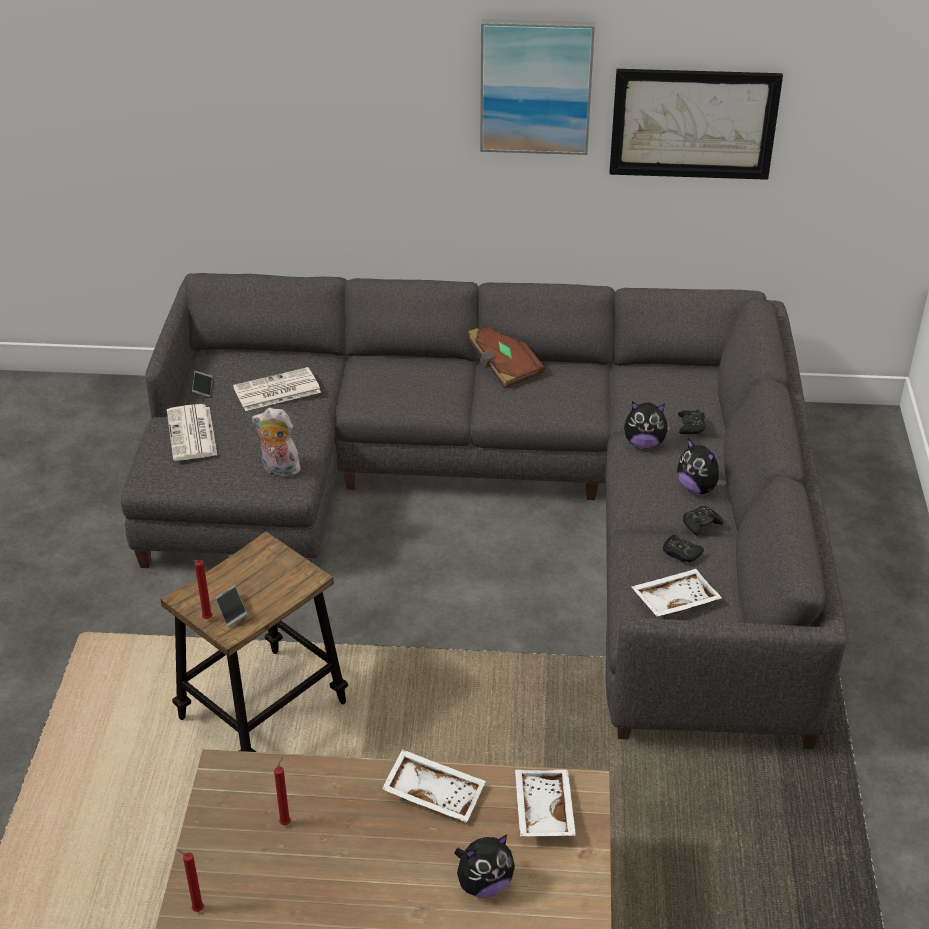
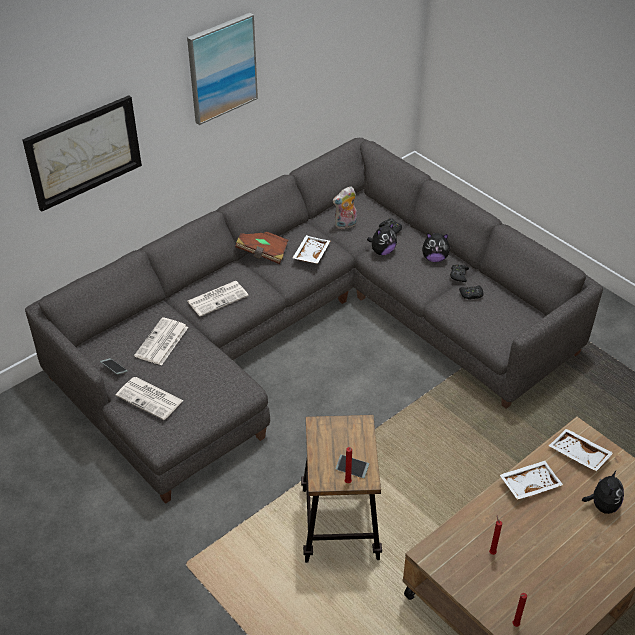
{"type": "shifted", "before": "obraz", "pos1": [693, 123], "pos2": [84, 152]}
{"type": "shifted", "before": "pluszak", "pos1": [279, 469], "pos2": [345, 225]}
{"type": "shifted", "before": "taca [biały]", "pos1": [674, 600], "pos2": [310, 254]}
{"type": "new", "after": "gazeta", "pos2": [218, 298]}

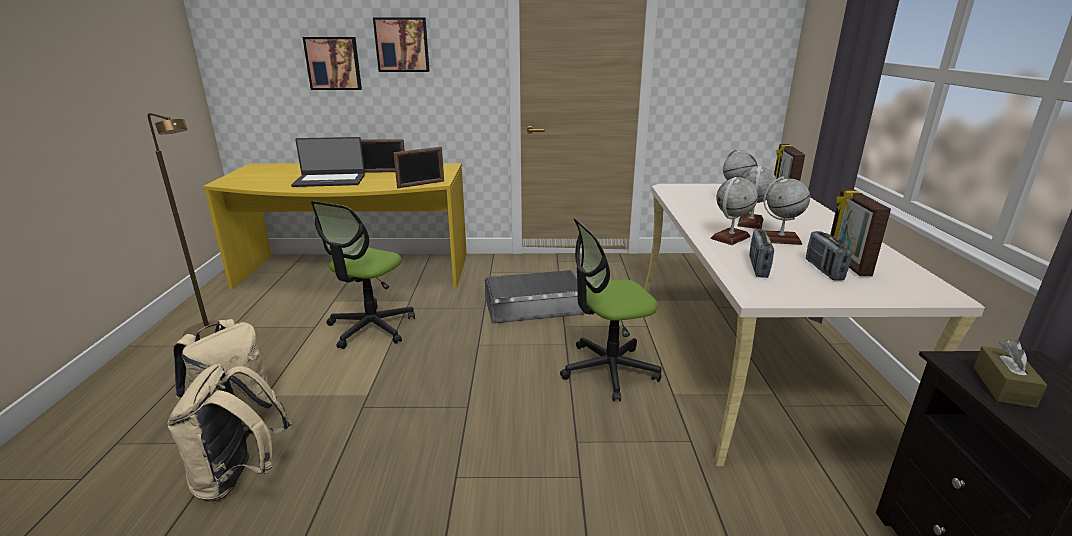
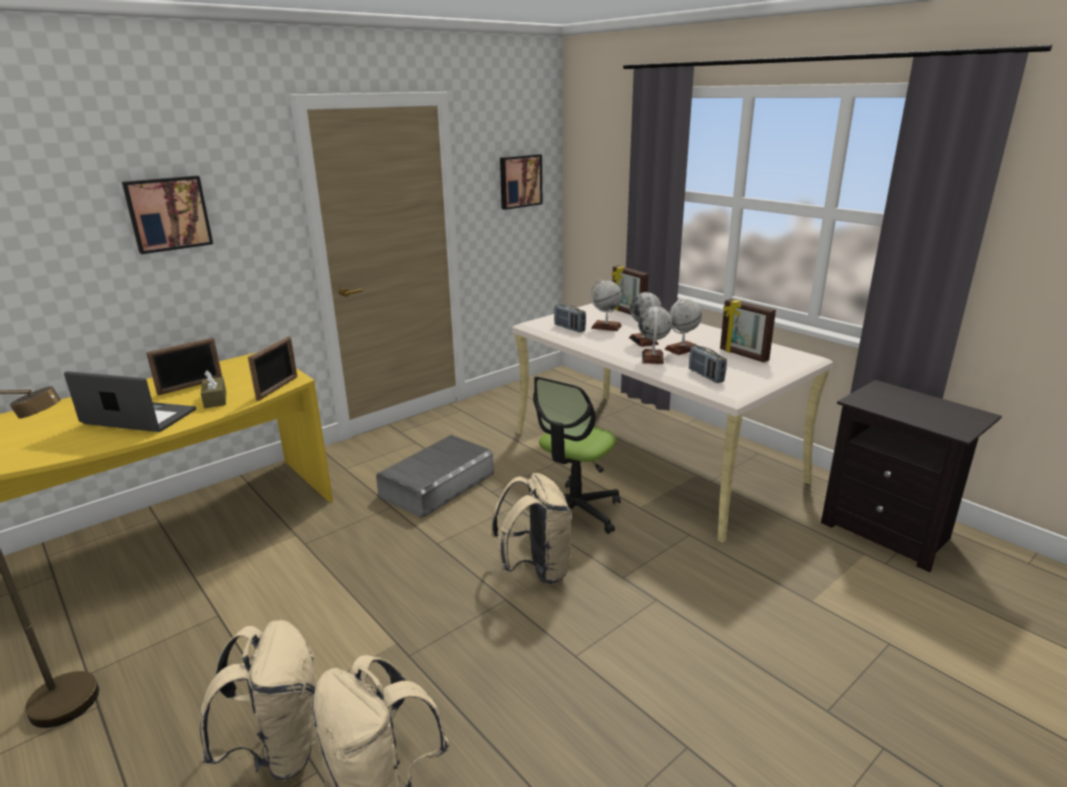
{"type": "shifted", "before": "obraz", "pos1": [333, 63], "pos2": [519, 181]}
{"type": "rotated", "before": "laptop", "pos1": [330, 180], "pos2": [138, 418], "turn": -120}
{"type": "gone", "before": "krzesło biurowe", "pos1": [371, 328]}
{"type": "shifted", "before": "radio", "pos1": [823, 270], "pos2": [569, 328]}
{"type": "shifted", "before": "pudełko chusteczek [brązowy]", "pos1": [1003, 386], "pos2": [215, 399]}
{"type": "new", "after": "plecak [beżowy]", "pos2": [536, 570]}

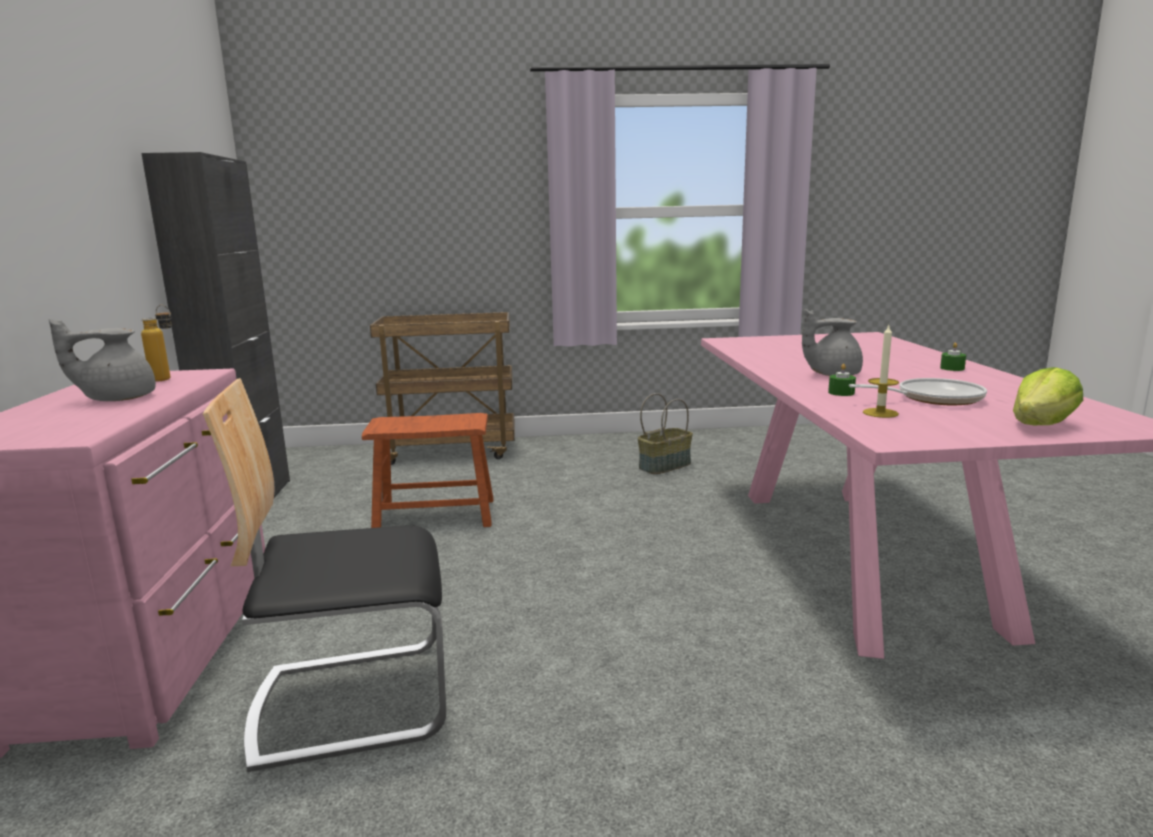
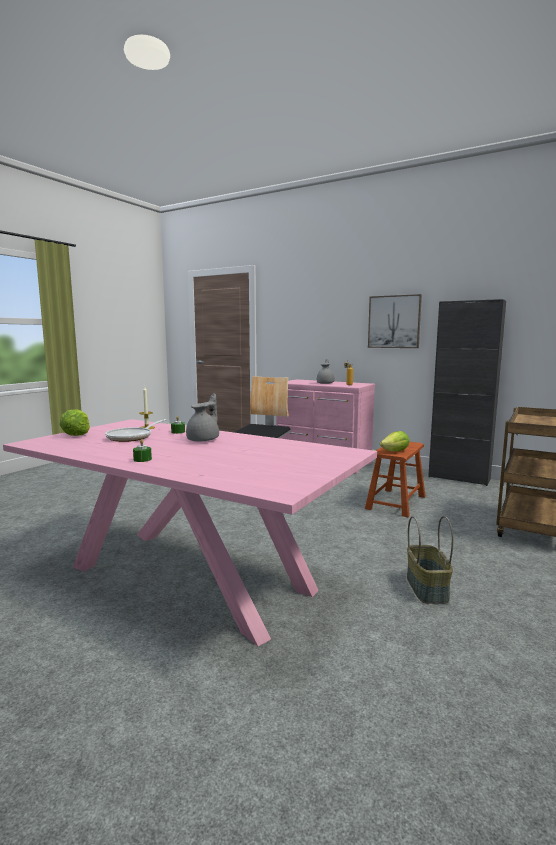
{"type": "new", "after": "obraz", "pos2": [394, 322]}
{"type": "new", "after": "sałata", "pos2": [395, 451]}

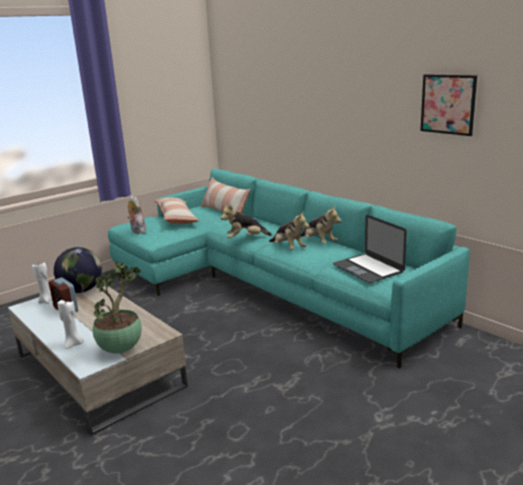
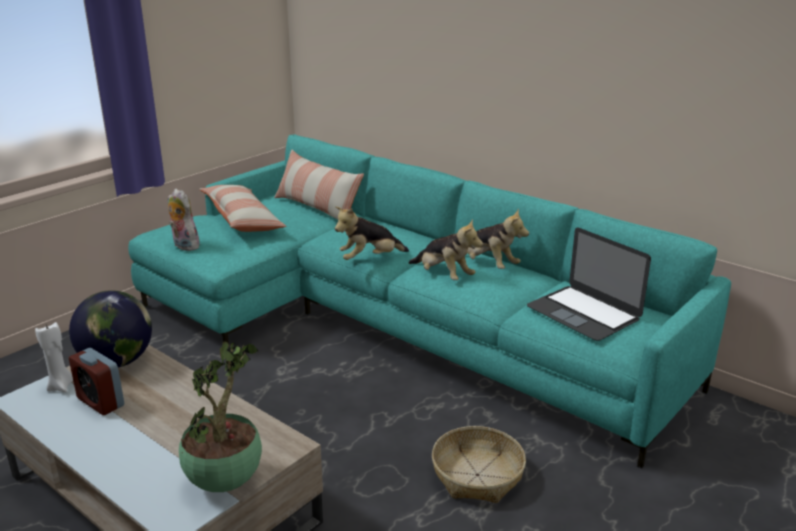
{"type": "gone", "before": "obraz", "pos1": [448, 104]}
{"type": "gone", "before": "świeca [biały]", "pos1": [74, 344]}
{"type": "new", "after": "koszyk", "pos2": [477, 475]}

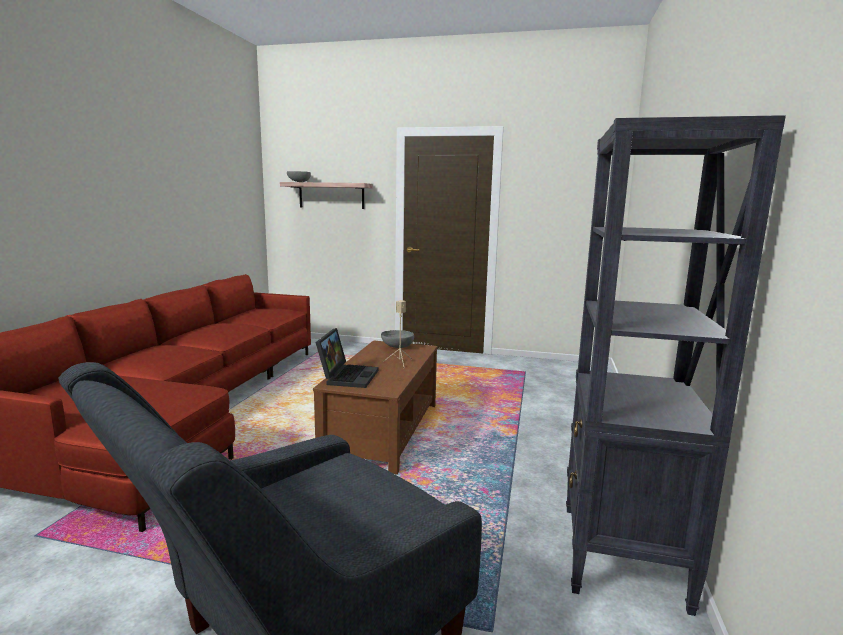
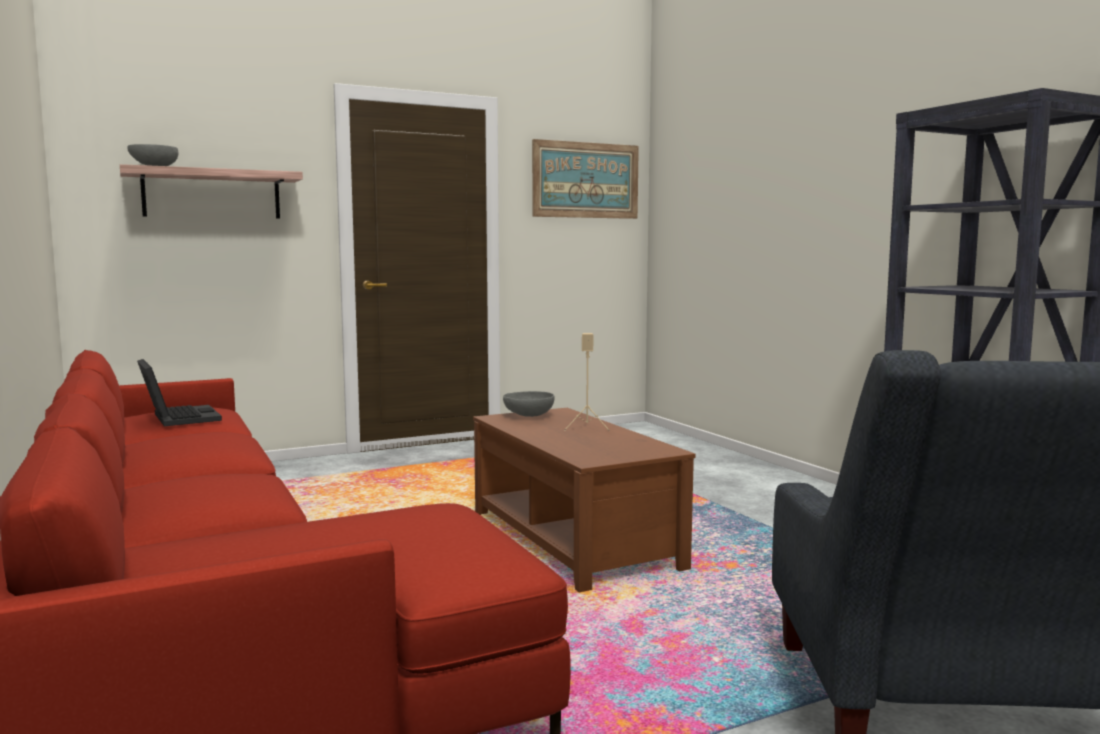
{"type": "shifted", "before": "laptop", "pos1": [347, 376], "pos2": [178, 417]}
{"type": "new", "after": "obraz", "pos2": [586, 180]}

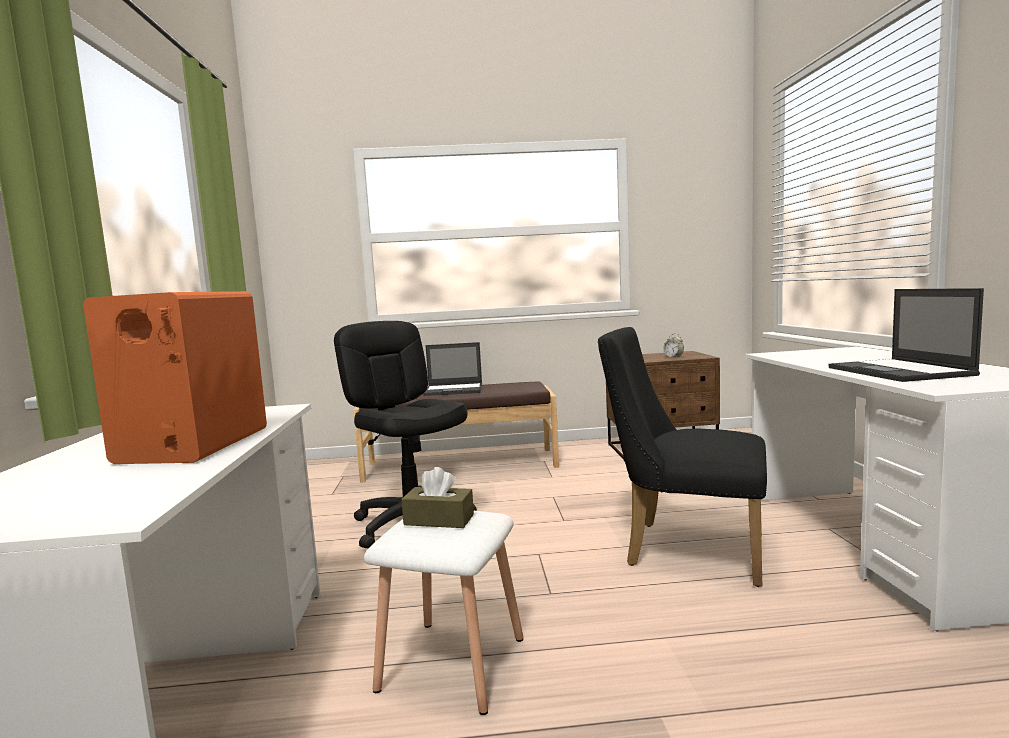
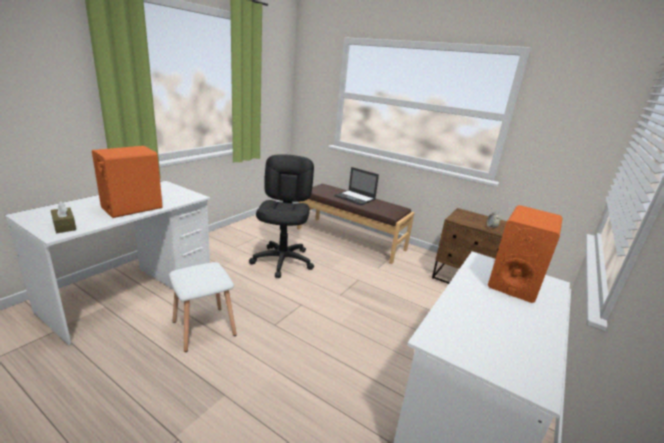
{"type": "gone", "before": "laptop", "pos1": [900, 371]}
{"type": "gone", "before": "krzesło [czarny]", "pos1": [684, 549]}
{"type": "shifted", "before": "pudełko chusteczek [brązowy]", "pos1": [439, 520], "pos2": [64, 226]}
{"type": "new", "after": "głośnik [pomarańczowy]", "pos2": [514, 282]}

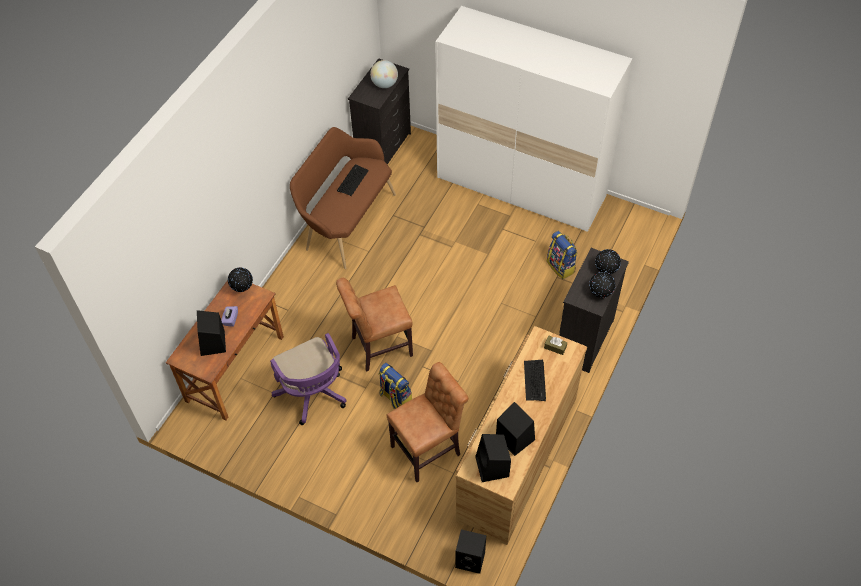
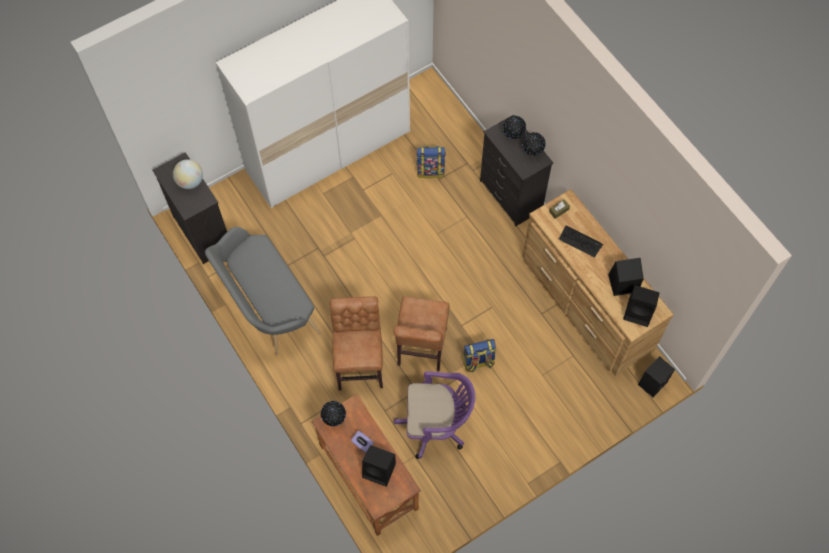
{"type": "repainted", "before": "ławka [brązowy]", "after": "ławka [szary]", "pos1": [346, 221], "pos2": [267, 306]}
{"type": "gone", "before": "klawiatura", "pos1": [352, 180]}
{"type": "shifted", "before": "krzesło [brązowy]", "pos1": [429, 449], "pos2": [360, 363]}

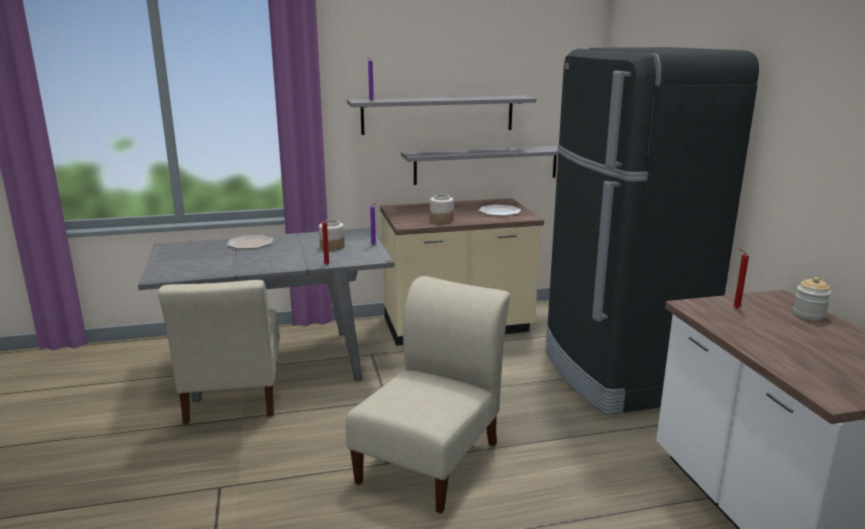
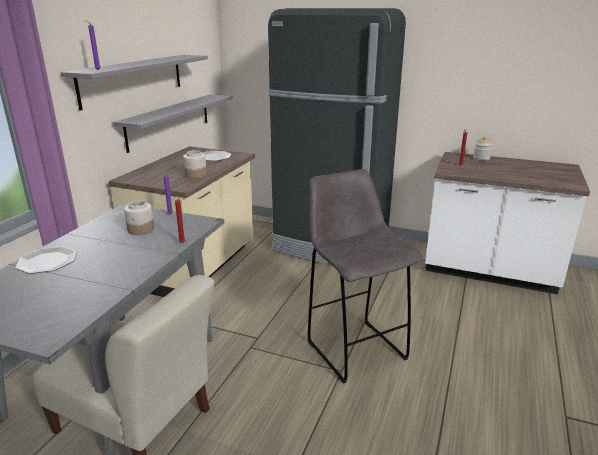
{"type": "swapped", "before": "krzesło [beżowy]", "after": "stołek [szary]", "pos1": [432, 458], "pos2": [354, 348]}

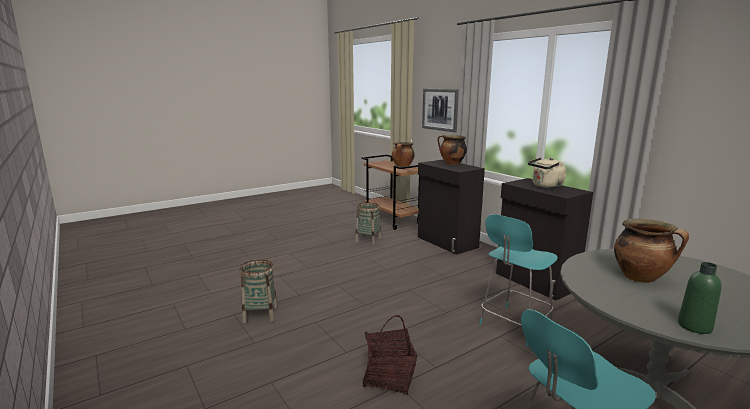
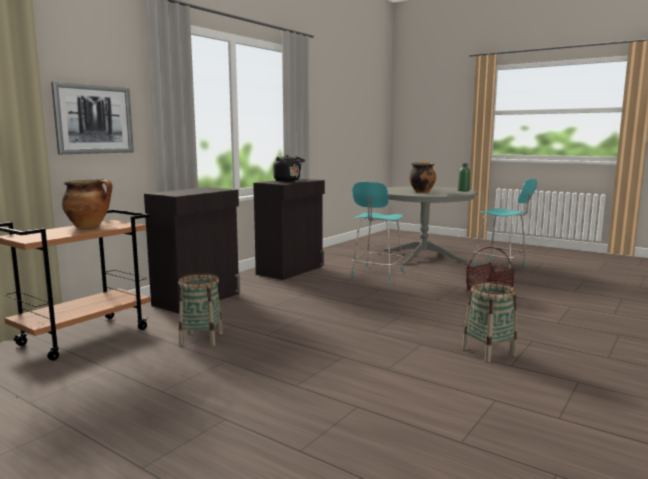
{"type": "gone", "before": "garnek", "pos1": [451, 164]}
{"type": "repainted", "before": "czajnik [beżowy]", "after": "czajnik [czarny]", "pos1": [546, 186], "pos2": [288, 181]}
{"type": "rotated", "before": "krzesło [turkusowy]", "pos1": [514, 326], "pos2": [376, 274], "turn": 90}

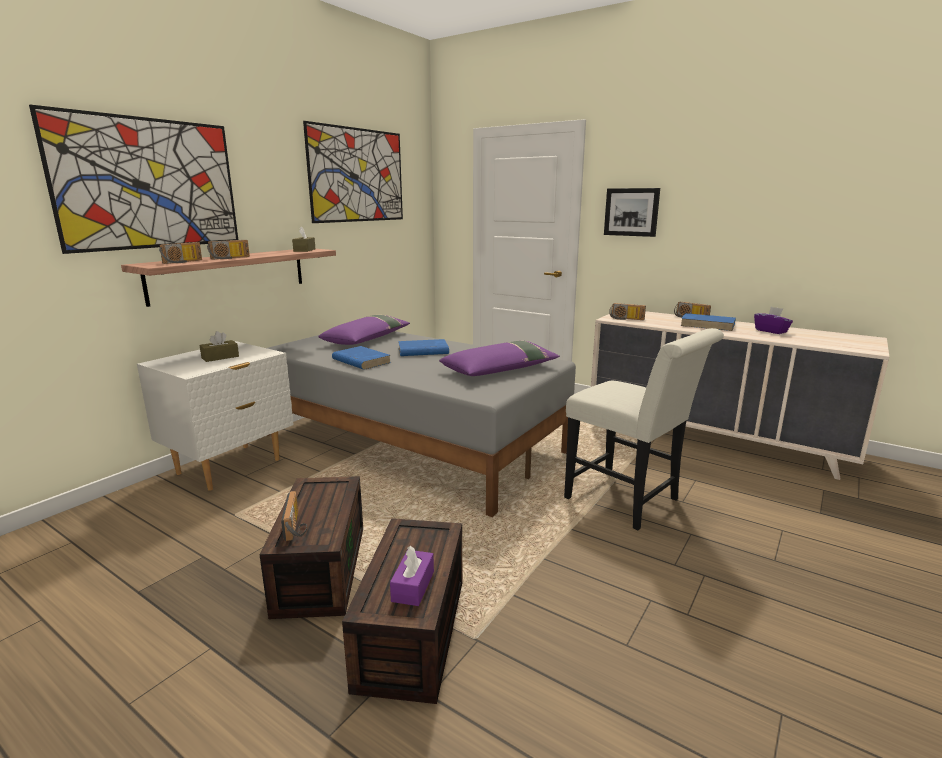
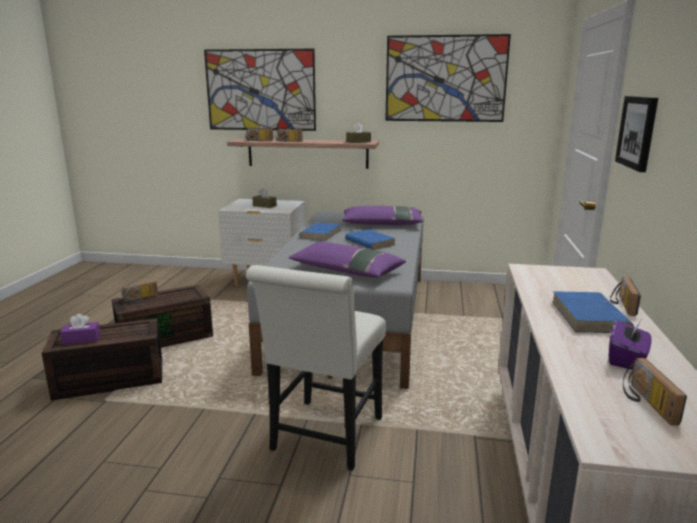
{"type": "shifted", "before": "radio", "pos1": [626, 319], "pos2": [645, 402]}

